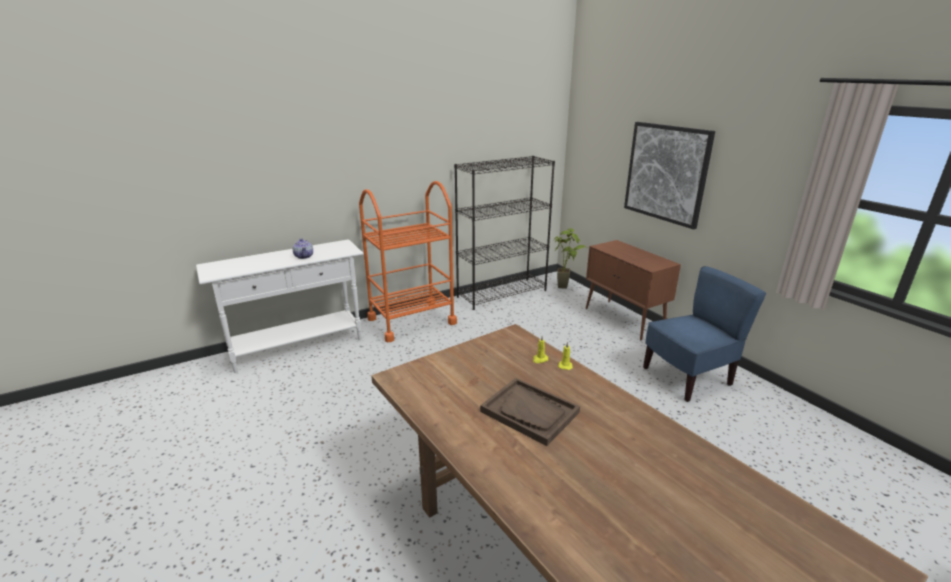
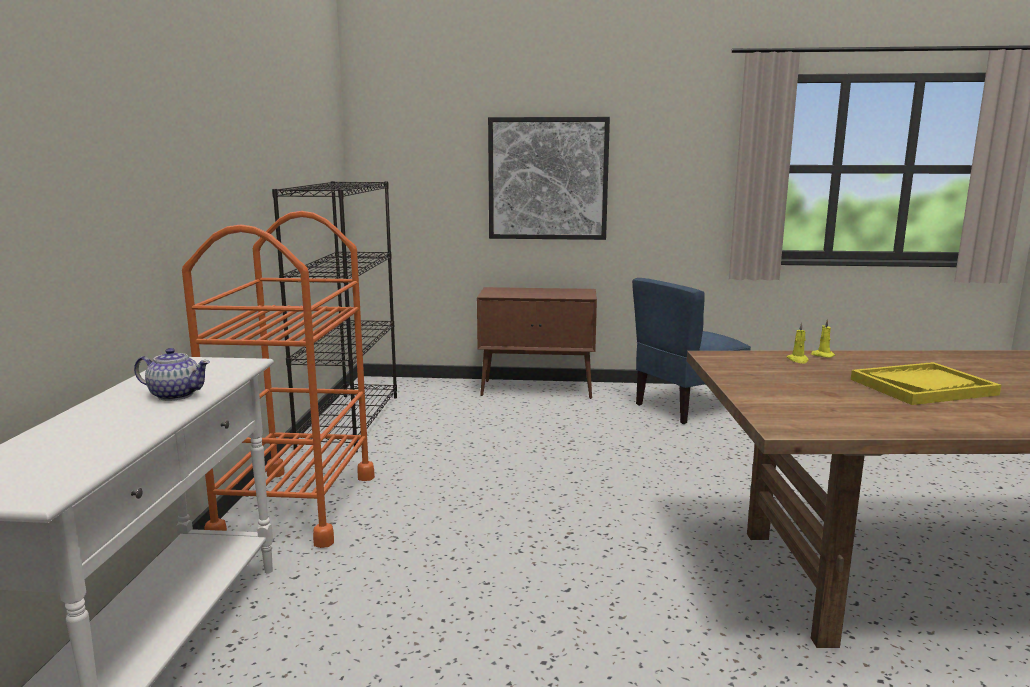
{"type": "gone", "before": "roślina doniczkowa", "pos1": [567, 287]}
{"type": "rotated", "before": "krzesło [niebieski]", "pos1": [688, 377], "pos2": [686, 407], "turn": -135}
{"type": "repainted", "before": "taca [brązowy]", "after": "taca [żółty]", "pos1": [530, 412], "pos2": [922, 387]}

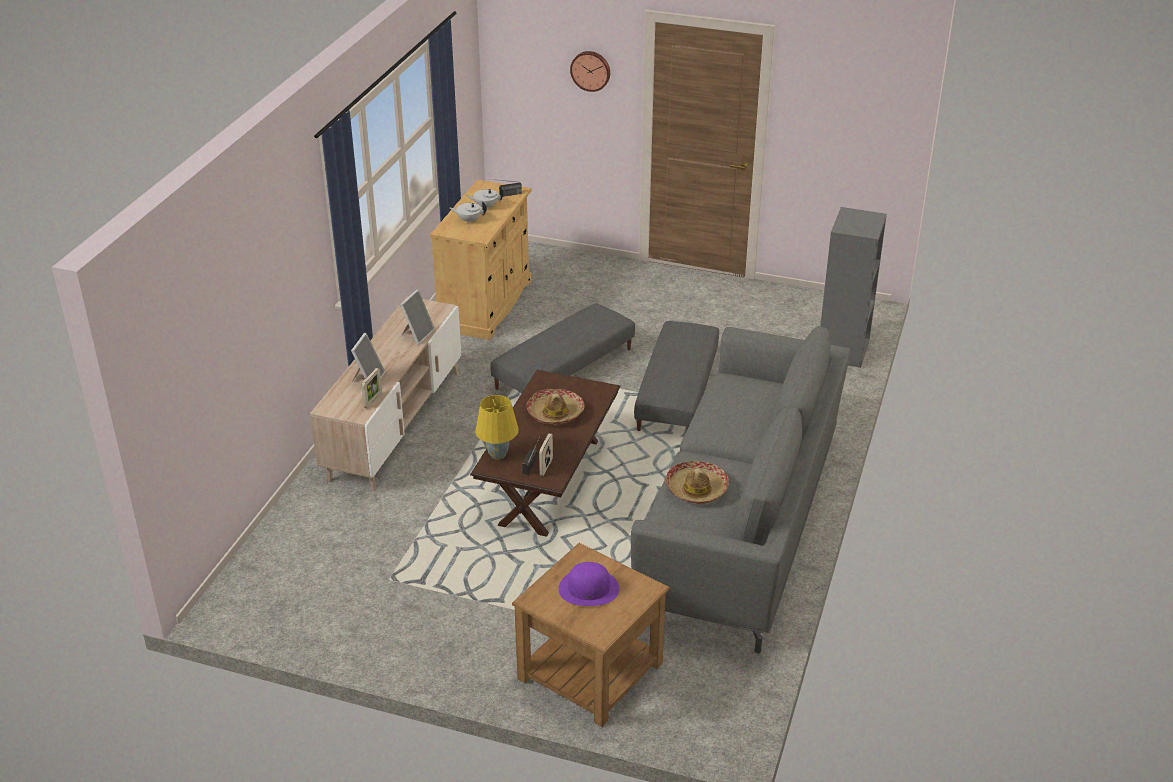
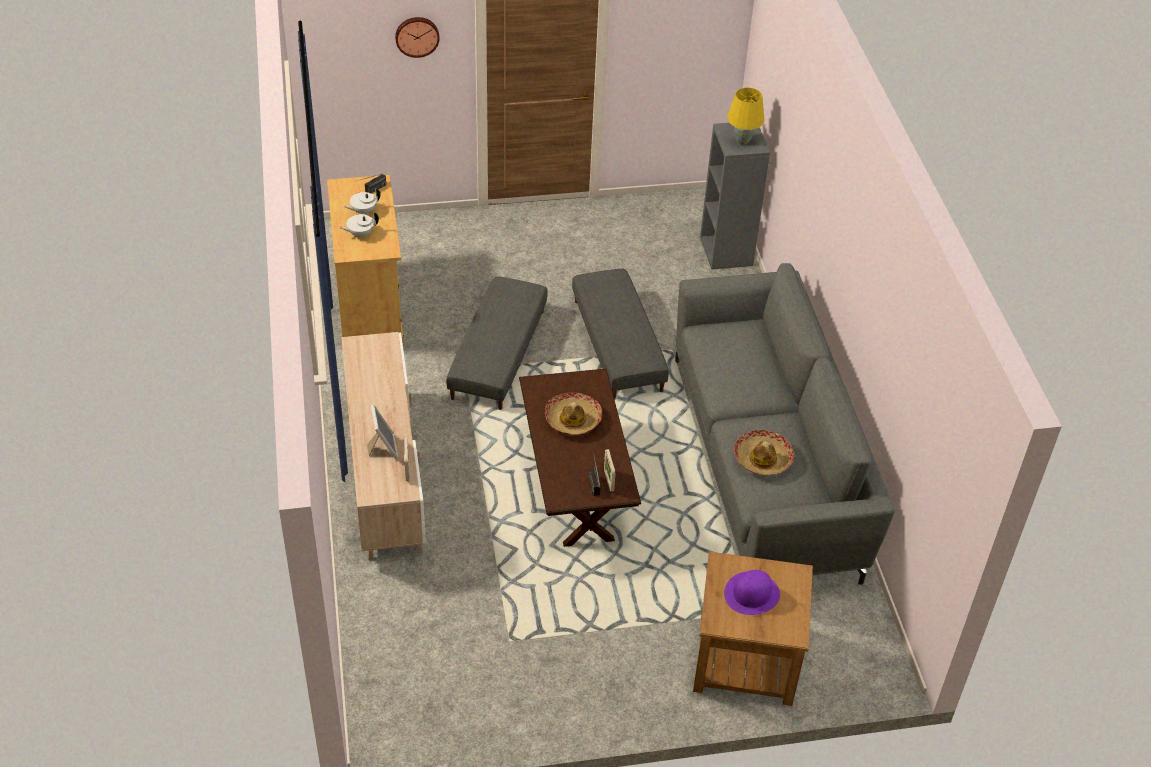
{"type": "gone", "before": "ramka na zdjęcie", "pos1": [417, 334]}
{"type": "shifted", "before": "lampa stołowa [żółty]", "pos1": [497, 455], "pos2": [742, 141]}

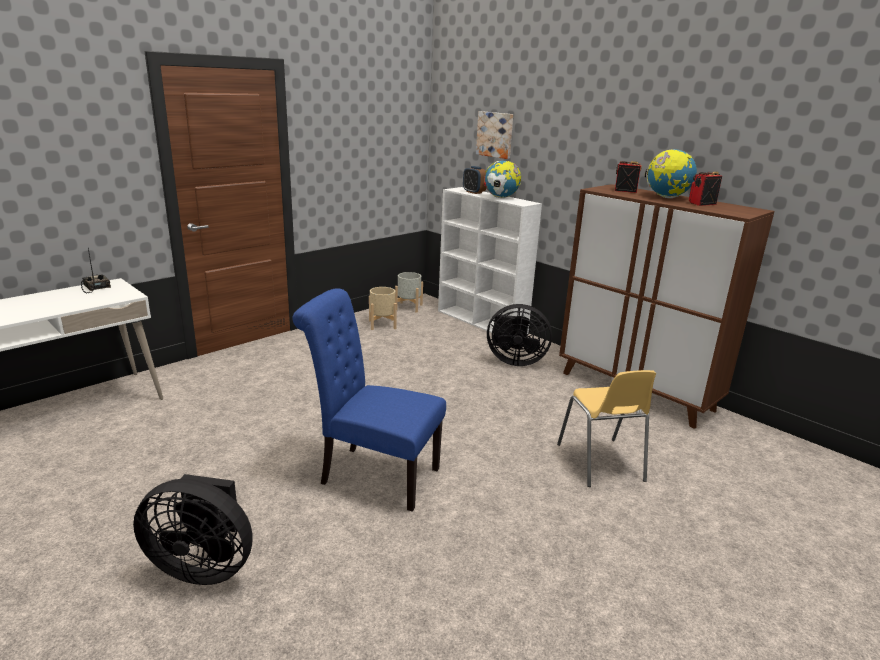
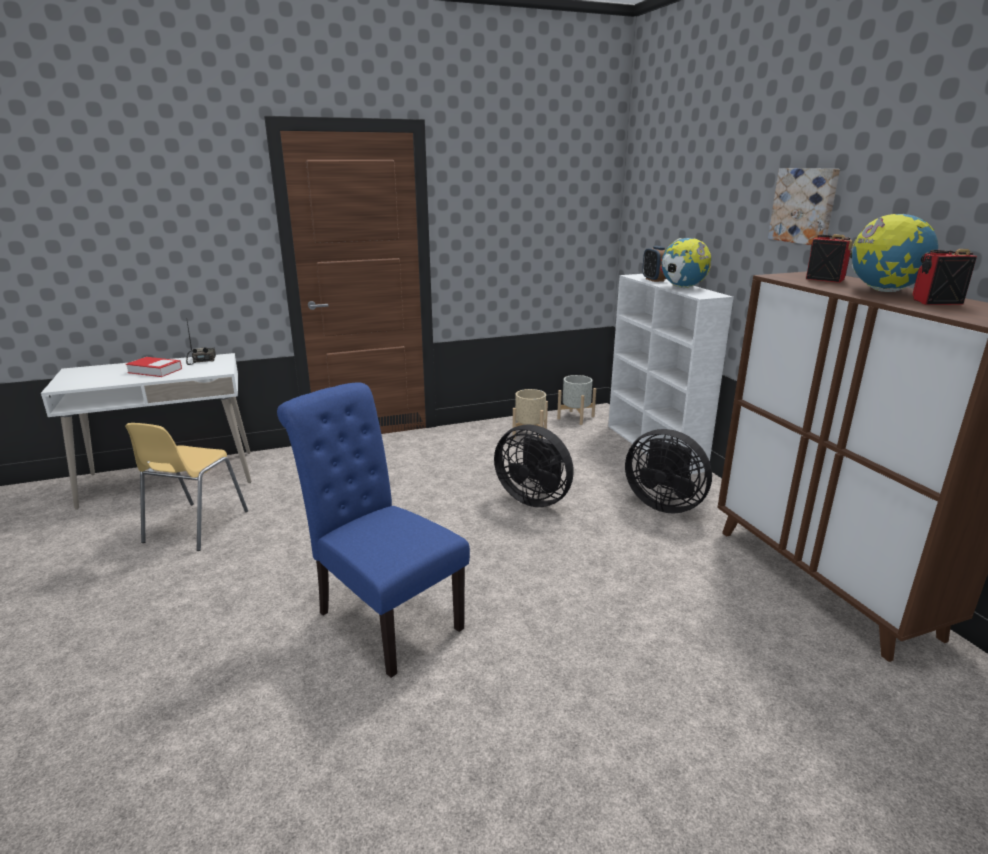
{"type": "shifted", "before": "obraz", "pos1": [495, 134], "pos2": [804, 206]}
{"type": "shifted", "before": "krzesło [żółty]", "pos1": [600, 463], "pos2": [195, 527]}
{"type": "shifted", "before": "wentylator [czarny]", "pos1": [204, 566], "pos2": [534, 498]}
{"type": "new", "after": "książka", "pos2": [155, 371]}

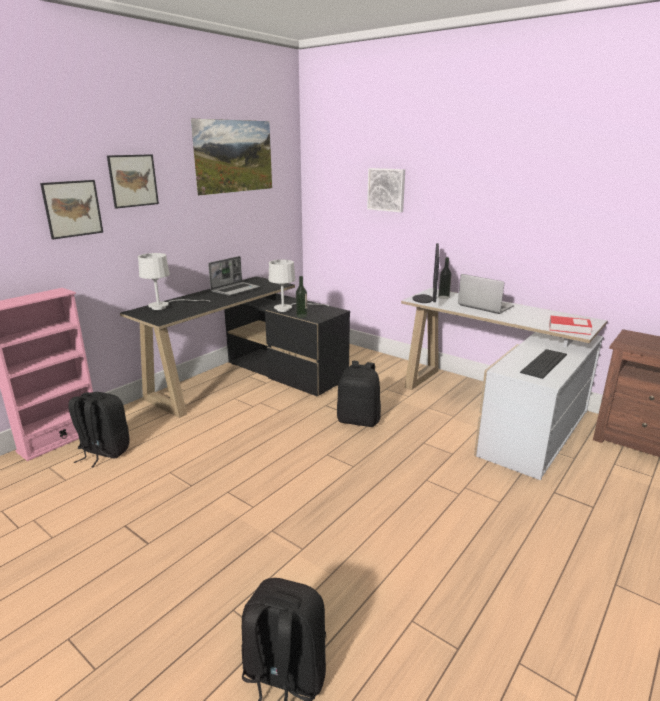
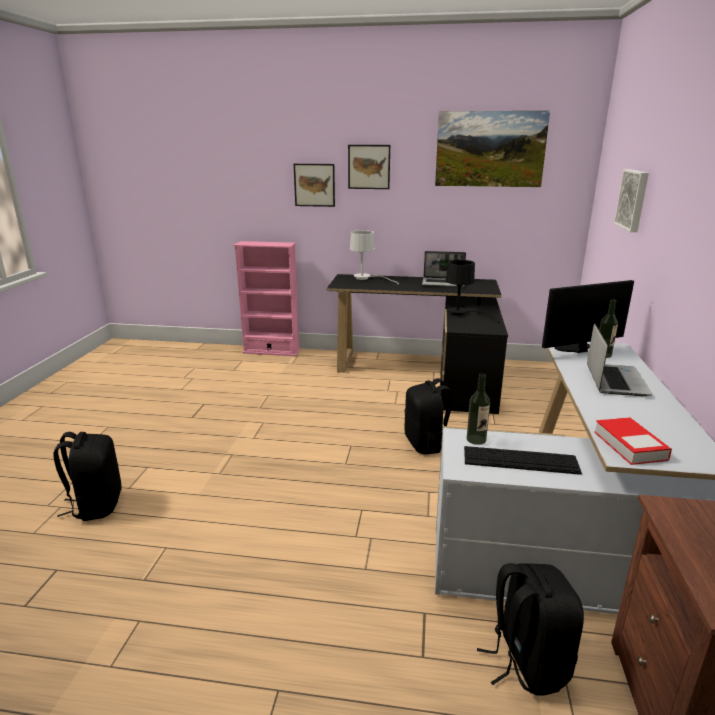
{"type": "repainted", "before": "lampa stołowa [biały]", "after": "lampa stołowa [czarny]", "pos1": [288, 309], "pos2": [463, 314]}
{"type": "shifted", "before": "butelka", "pos1": [301, 316], "pos2": [476, 439]}
{"type": "shifted", "before": "plecak [czarny]", "pos1": [103, 452], "pos2": [526, 661]}

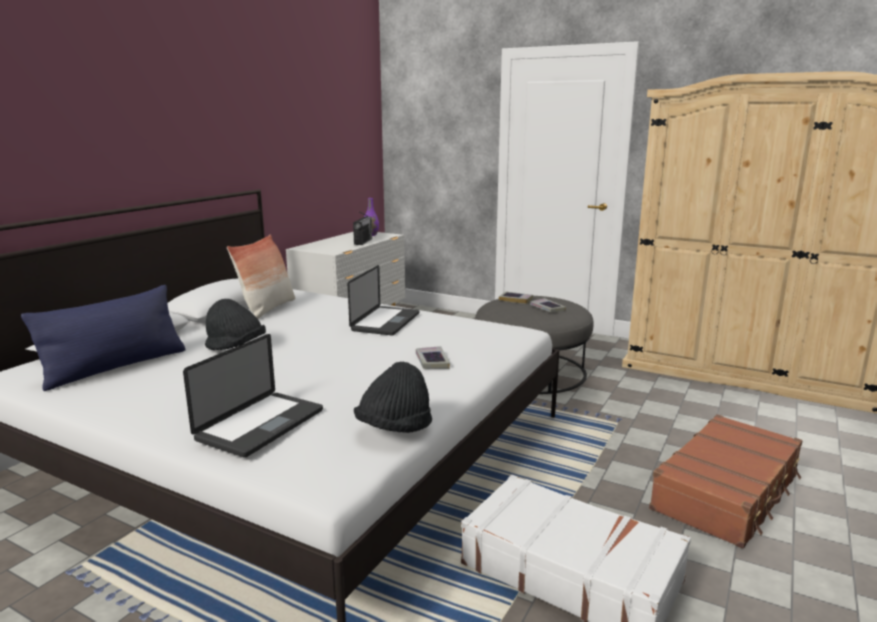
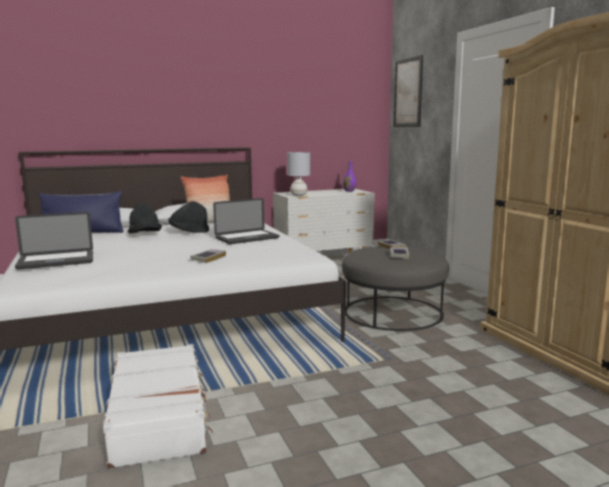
{"type": "gone", "before": "radio", "pos1": [363, 242]}
{"type": "shifted", "before": "kapelusz [czarny]", "pos1": [394, 429], "pos2": [189, 232]}
{"type": "gone", "before": "walizka [brązowy]", "pos1": [727, 493]}
{"type": "new", "after": "obraz", "pos2": [408, 93]}
{"type": "new", "after": "lampa stołowa [szary]", "pos2": [299, 195]}

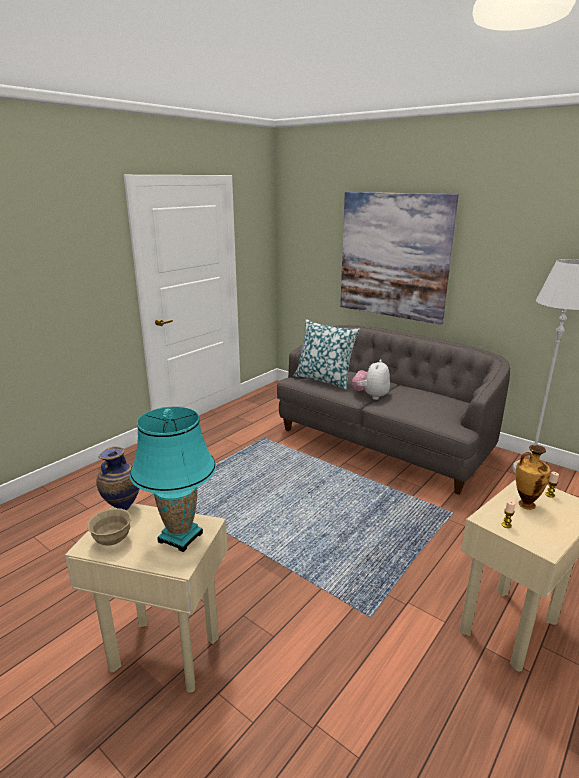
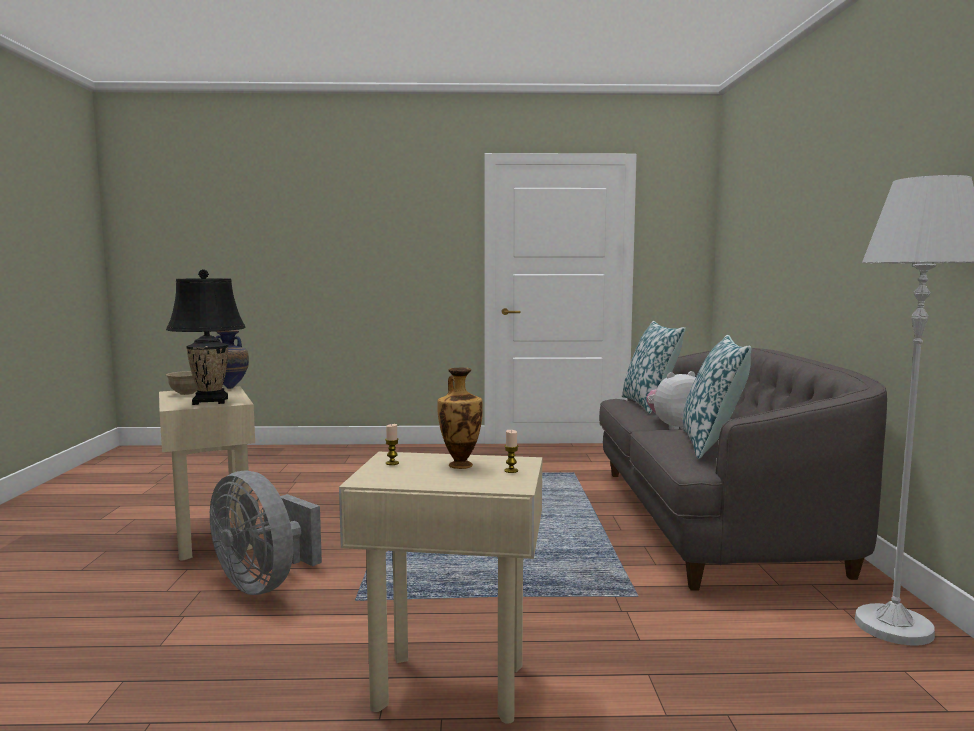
{"type": "gone", "before": "obraz", "pos1": [394, 256]}
{"type": "repainted", "before": "lampa stołowa [turkusowy]", "after": "lampa stołowa [czarny]", "pos1": [180, 537], "pos2": [210, 401]}
{"type": "new", "after": "poduszka", "pos2": [711, 445]}
{"type": "new", "after": "wentylator [szary]", "pos2": [264, 583]}

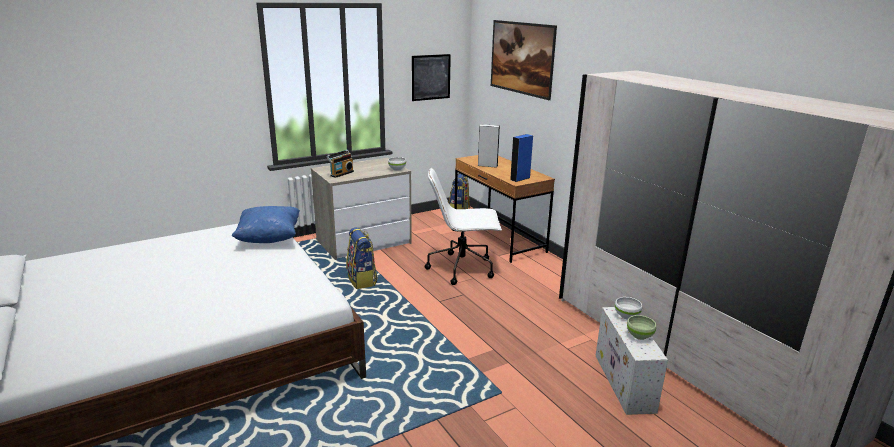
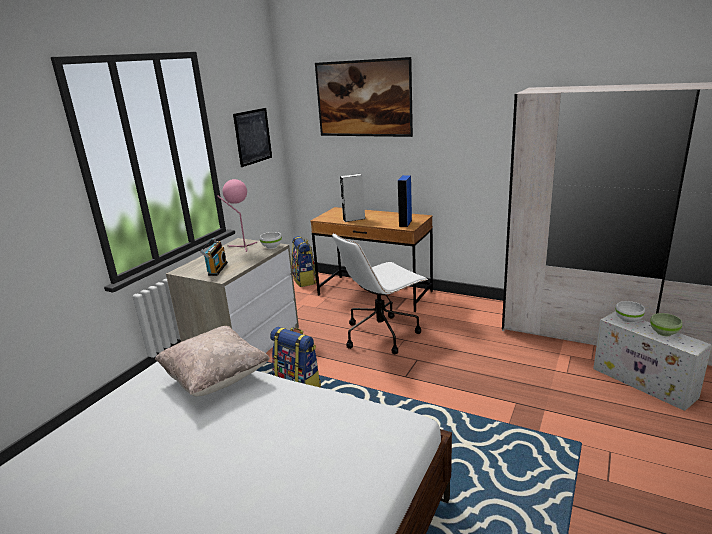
{"type": "repainted", "before": "poduszka [niebieski]", "after": "poduszka [beżowy]", "pos1": [269, 238], "pos2": [216, 378]}
{"type": "new", "after": "lampa stołowa [różowy]", "pos2": [242, 247]}

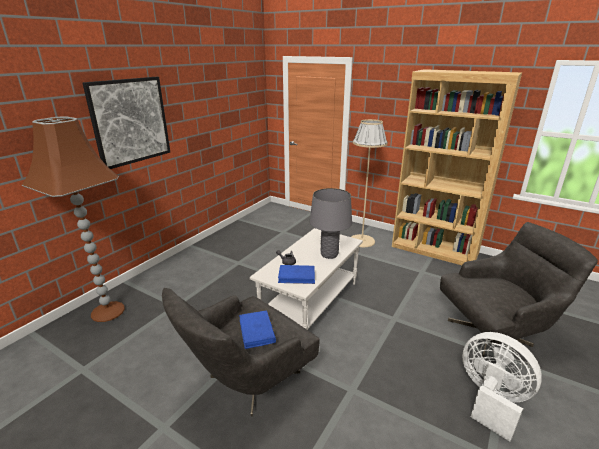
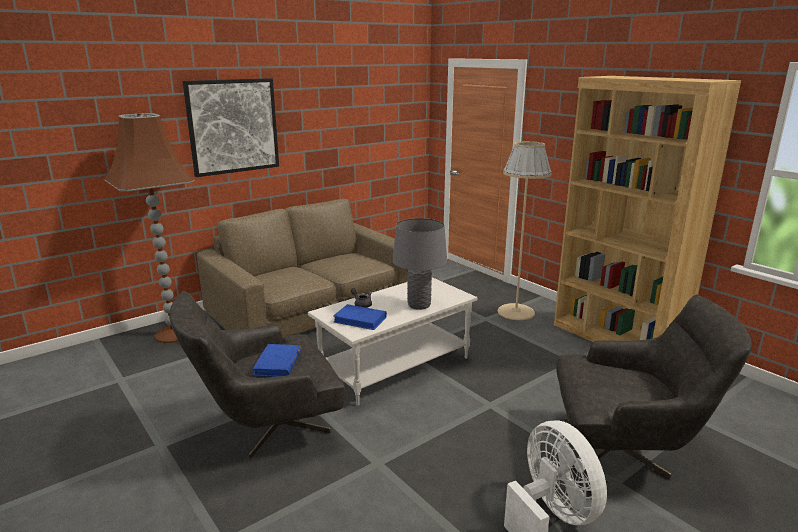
{"type": "new", "after": "kanapa [brązowy]", "pos2": [310, 307]}

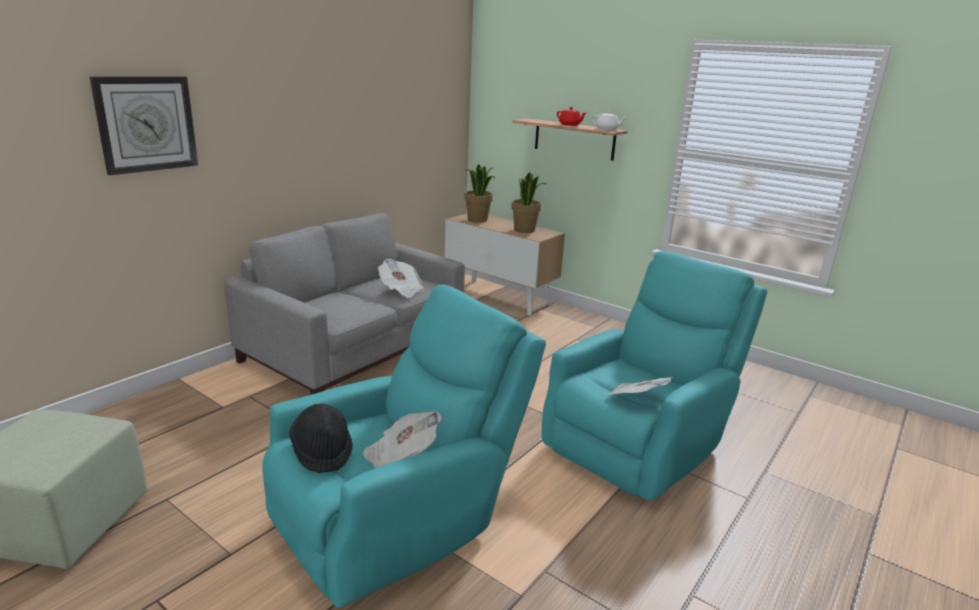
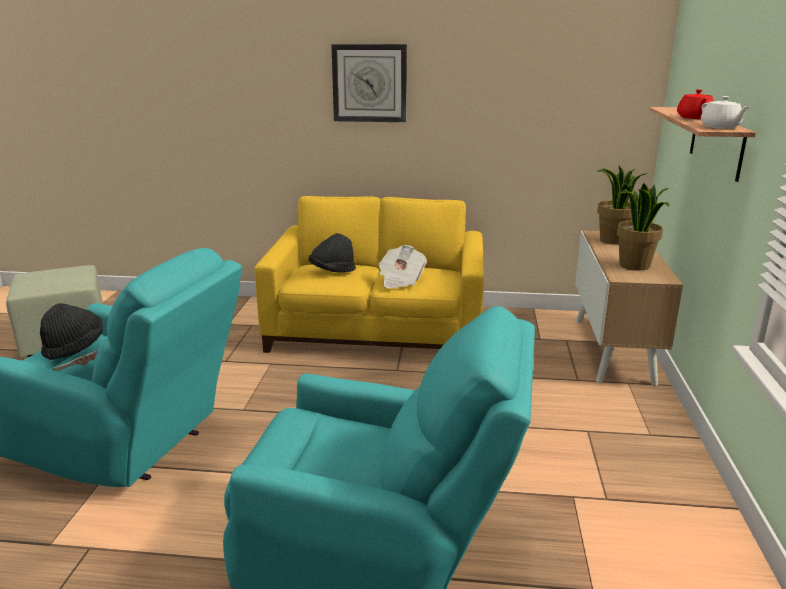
{"type": "shifted", "before": "zegar ścienny", "pos1": [146, 124], "pos2": [369, 83]}
{"type": "repainted", "before": "kanapa [szary]", "after": "kanapa [żółty]", "pos1": [356, 348], "pos2": [376, 329]}
{"type": "gone", "before": "gazeta", "pos1": [636, 400]}
{"type": "new", "after": "kapelusz [czarny]", "pos2": [332, 271]}

